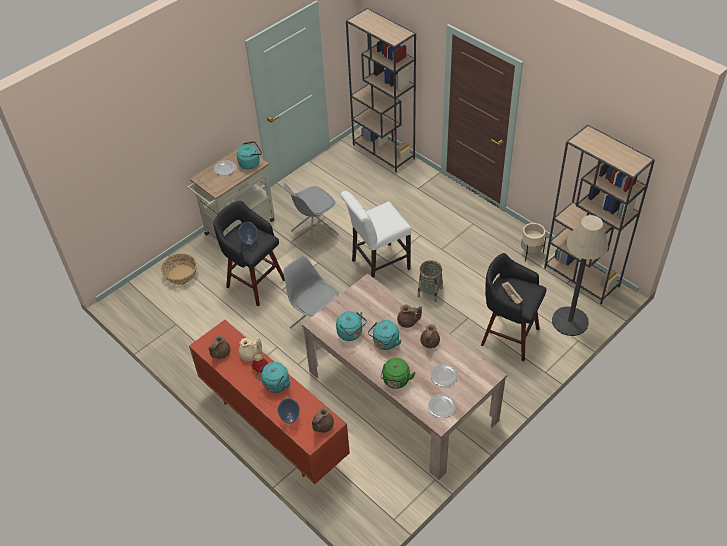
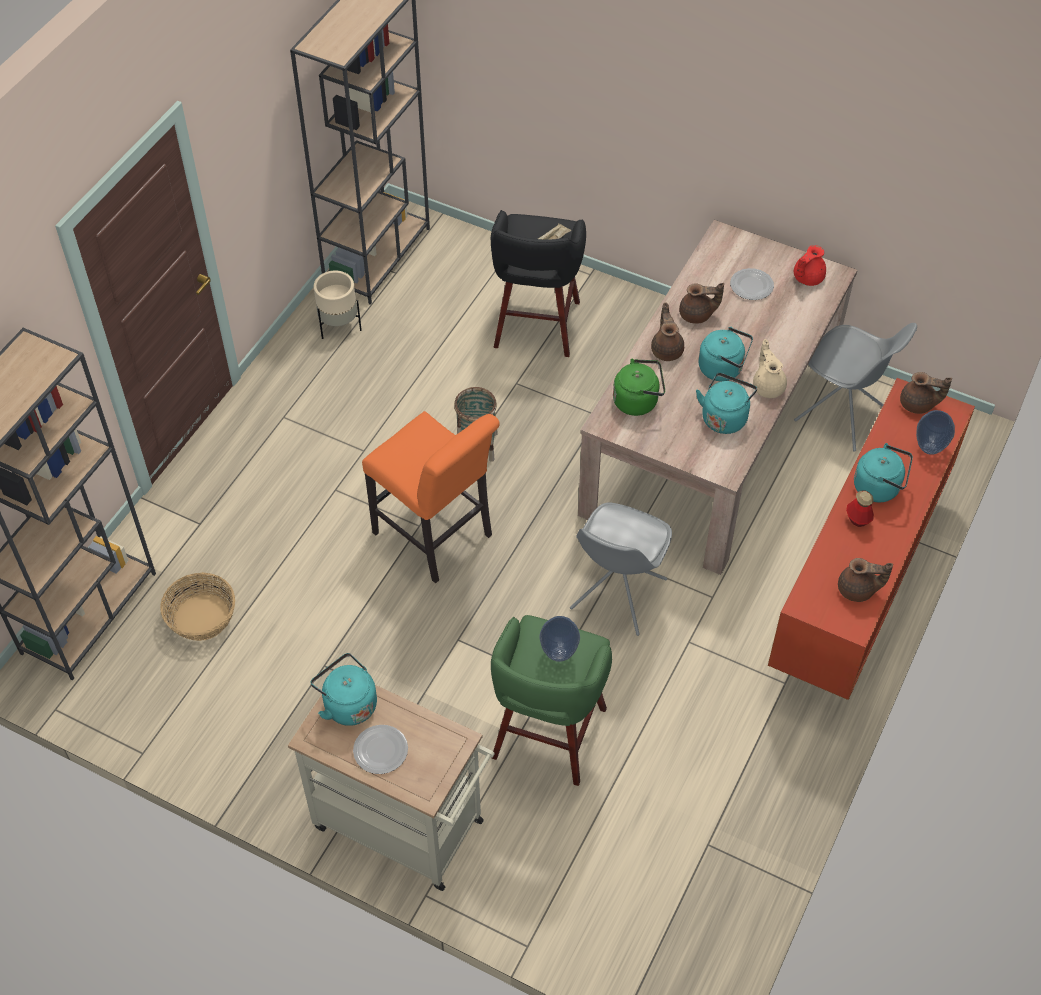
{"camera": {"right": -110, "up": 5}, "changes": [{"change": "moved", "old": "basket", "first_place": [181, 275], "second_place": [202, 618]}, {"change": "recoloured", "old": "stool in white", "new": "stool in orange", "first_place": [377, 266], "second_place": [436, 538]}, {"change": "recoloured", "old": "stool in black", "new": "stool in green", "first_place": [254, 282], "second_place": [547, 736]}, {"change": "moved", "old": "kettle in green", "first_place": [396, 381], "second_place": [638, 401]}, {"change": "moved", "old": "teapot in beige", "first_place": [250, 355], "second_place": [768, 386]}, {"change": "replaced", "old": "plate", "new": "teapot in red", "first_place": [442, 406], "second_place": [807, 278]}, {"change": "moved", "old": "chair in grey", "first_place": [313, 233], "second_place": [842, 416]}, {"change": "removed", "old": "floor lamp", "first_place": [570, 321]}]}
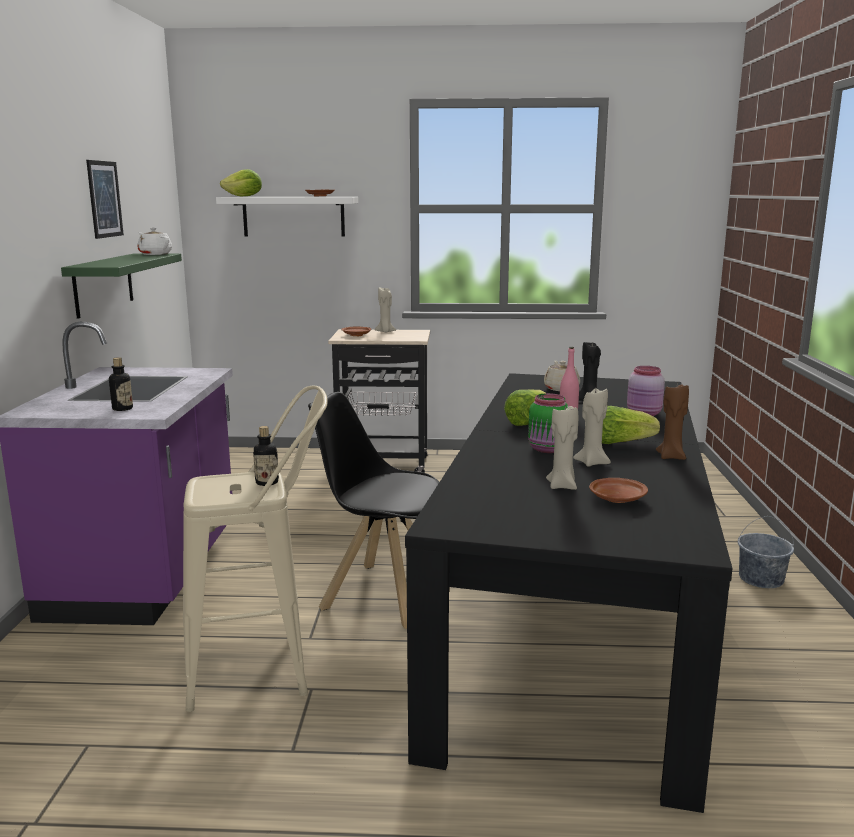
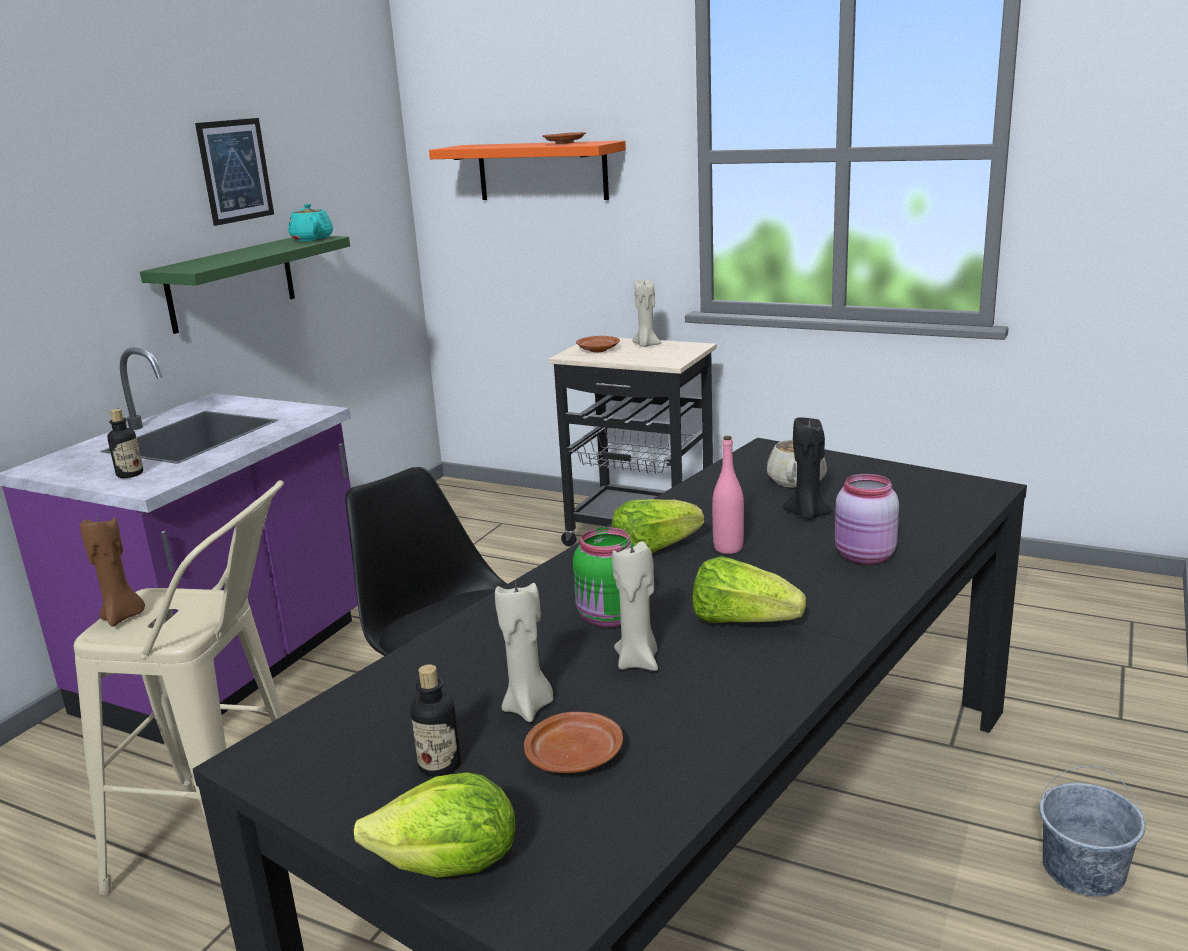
{"camera": {"right": 25, "up": 5}, "changes": [{"change": "moved", "old": "candle in brown", "first_place": [671, 457], "second_place": [123, 617]}, {"change": "recoloured", "old": "teapot in white", "new": "teapot in turquoise", "first_place": [155, 254], "second_place": [312, 239]}, {"change": "moved", "old": "lettuce", "first_place": [244, 196], "second_place": [449, 867]}, {"change": "moved", "old": "bottle", "first_place": [267, 482], "second_place": [439, 765]}, {"change": "recoloured", "old": "shelf in white", "new": "shelf in orange", "first_place": [293, 216], "second_place": [542, 171]}]}
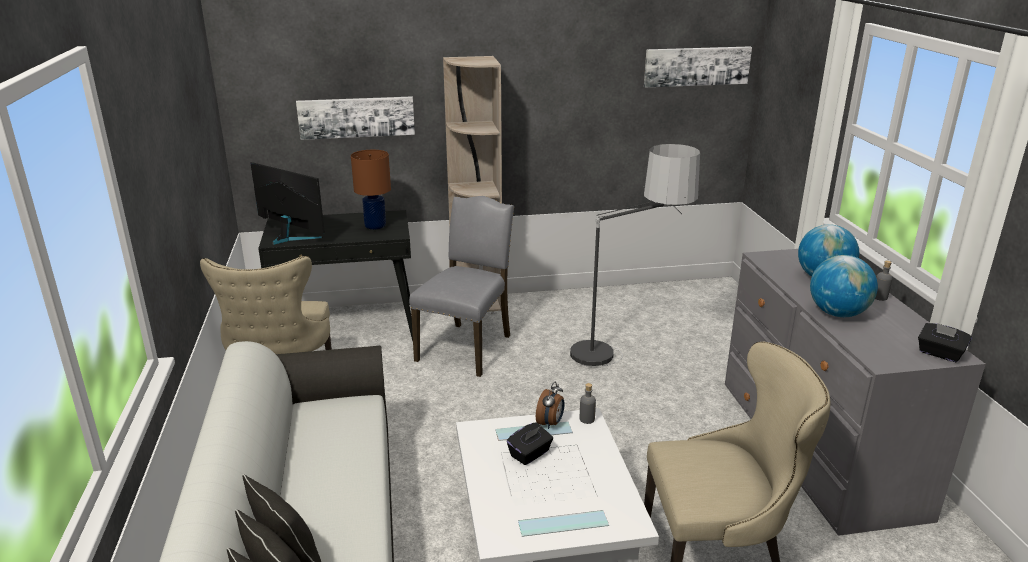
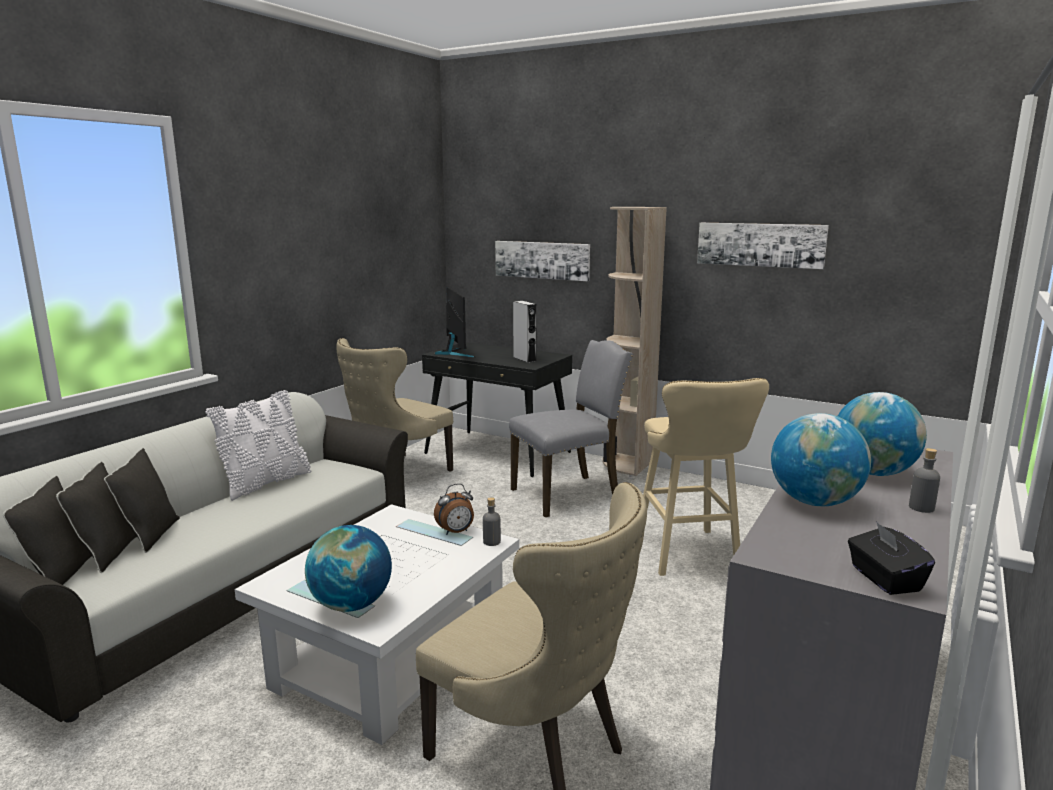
{"camera": {"right": 40, "up": -10}, "changes": [{"change": "added", "new": "pillow in white", "second_place": [265, 483]}, {"change": "added", "new": "globe", "second_place": [351, 605]}, {"change": "replaced", "old": "table lamp in brown", "new": "speaker in grey", "first_place": [375, 227], "second_place": [524, 359]}, {"change": "replaced", "old": "floor lamp", "new": "stool in beige", "first_place": [621, 368], "second_place": [690, 558]}, {"change": "moved", "old": "picture", "first_place": [696, 66], "second_place": [760, 244]}, {"change": "removed", "old": "tissue box in black", "first_place": [530, 454]}]}
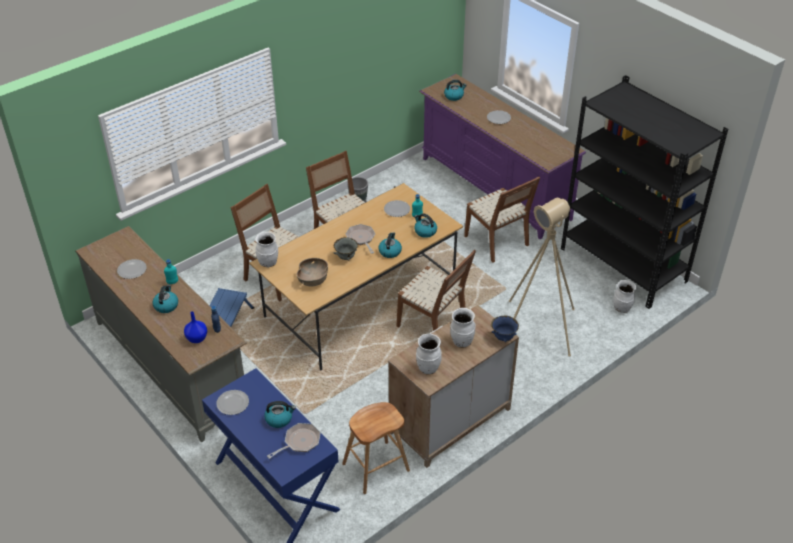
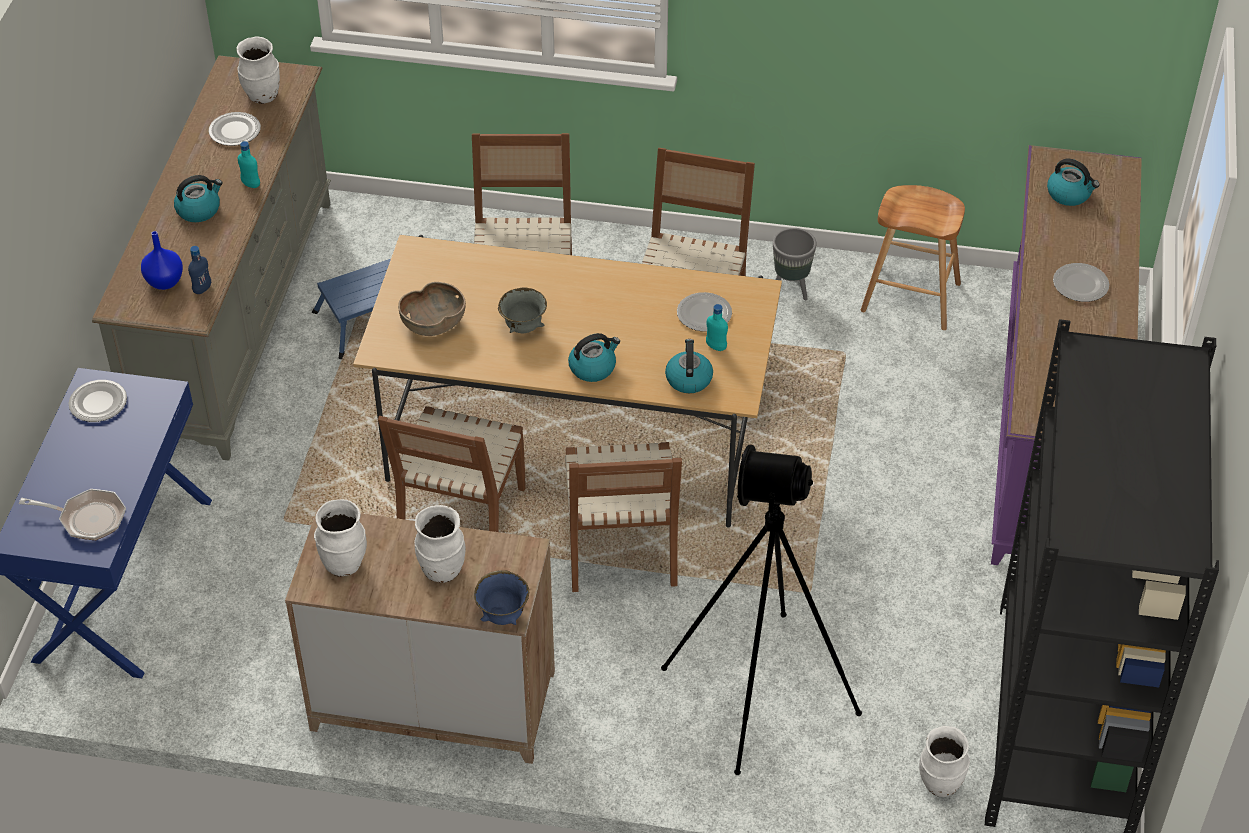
{"camera": {"right": 50, "up": 5}, "changes": [{"change": "moved", "old": "vase in white", "first_place": [268, 263], "second_place": [262, 96]}, {"change": "moved", "old": "chair", "first_place": [497, 243], "second_place": [460, 522]}, {"change": "recoloured", "old": "floor lamp in beige", "new": "floor lamp in black", "first_place": [538, 328], "second_place": [759, 692]}, {"change": "moved", "old": "stool in brown", "first_place": [375, 467], "second_place": [910, 297]}, {"change": "removed", "old": "kettle", "first_place": [279, 419]}, {"change": "removed", "old": "frying pan", "first_place": [361, 239]}]}
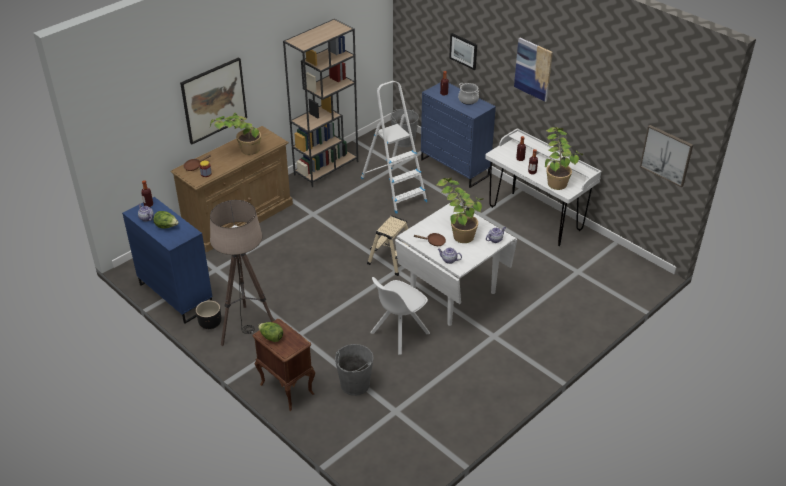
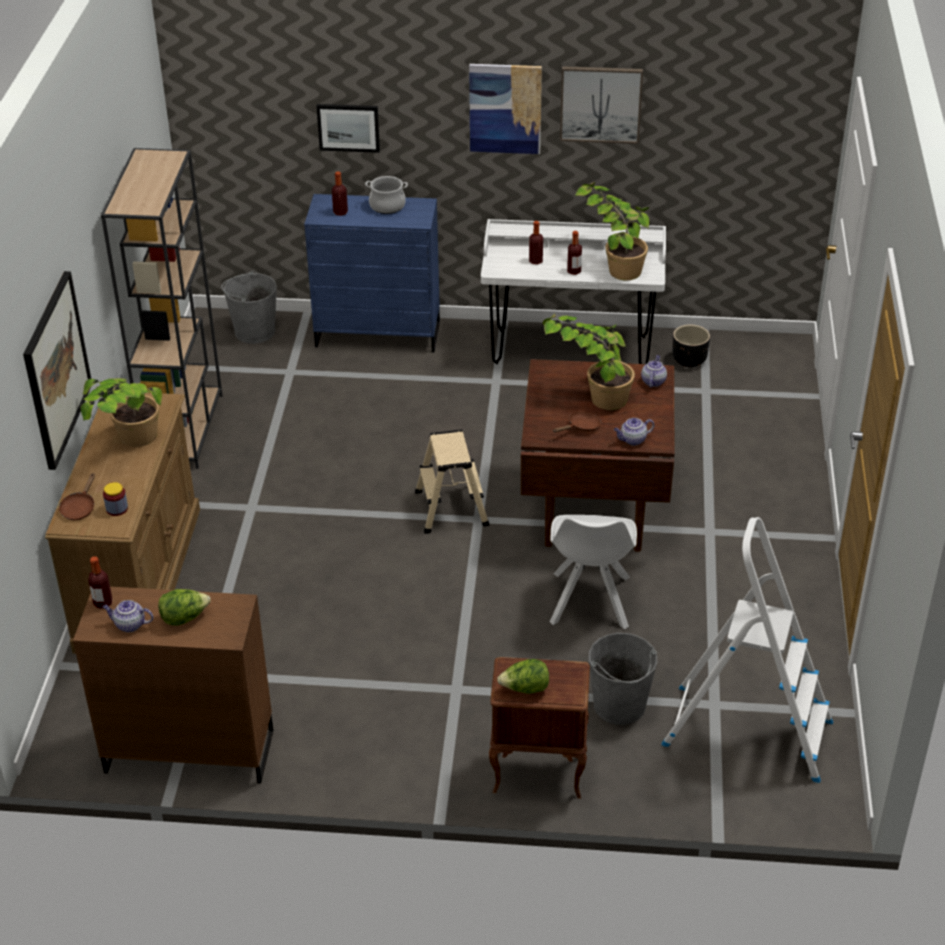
{"camera": {"right": -40, "up": 0}, "changes": [{"change": "recoloured", "old": "dresser in blue", "new": "dresser in brown", "first_place": [175, 296], "second_place": [188, 752]}, {"change": "recoloured", "old": "dining table in white", "new": "dining table in brown", "first_place": [452, 295], "second_place": [593, 509]}, {"change": "moved", "old": "picture", "first_place": [666, 155], "second_place": [600, 104]}, {"change": "moved", "old": "step ladder in white", "first_place": [393, 190], "second_place": [749, 733]}, {"change": "moved", "old": "planter in black", "first_place": [210, 324], "second_place": [689, 361]}, {"change": "removed", "old": "floor lamp", "first_place": [248, 328]}]}
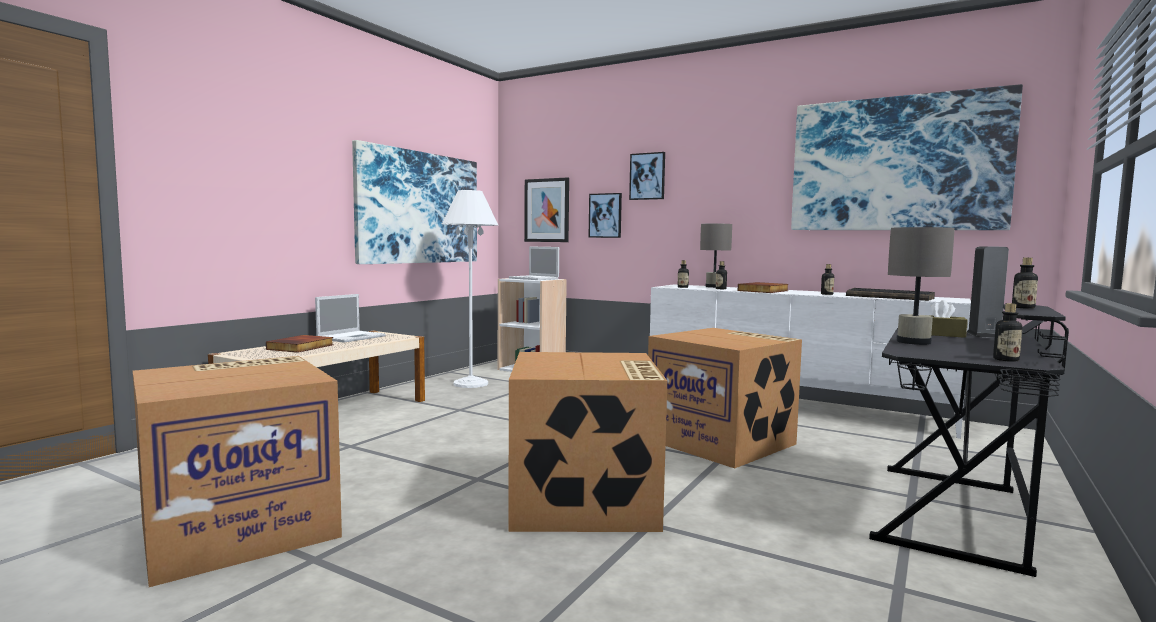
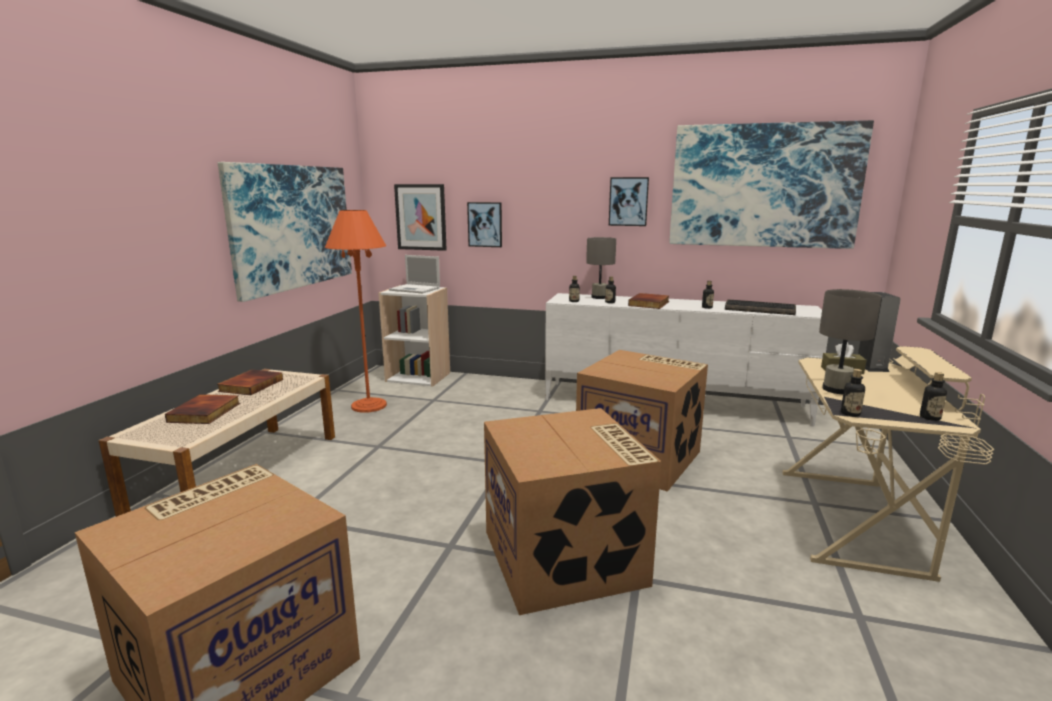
{"camera": {"right": -15, "up": 10}, "changes": [{"change": "replaced", "old": "laptop", "new": "book", "first_place": [352, 337], "second_place": [250, 385]}, {"change": "recoloured", "old": "floor lamp in white", "new": "floor lamp in orange", "first_place": [471, 383], "second_place": [369, 405]}, {"change": "moved", "old": "picture", "first_place": [647, 176], "second_place": [628, 201]}, {"change": "recoloured", "old": "desk in black", "new": "desk in beige", "first_place": [956, 515], "second_place": [855, 520]}, {"change": "moved", "old": "bottle", "first_place": [1023, 307], "second_place": [850, 413]}]}
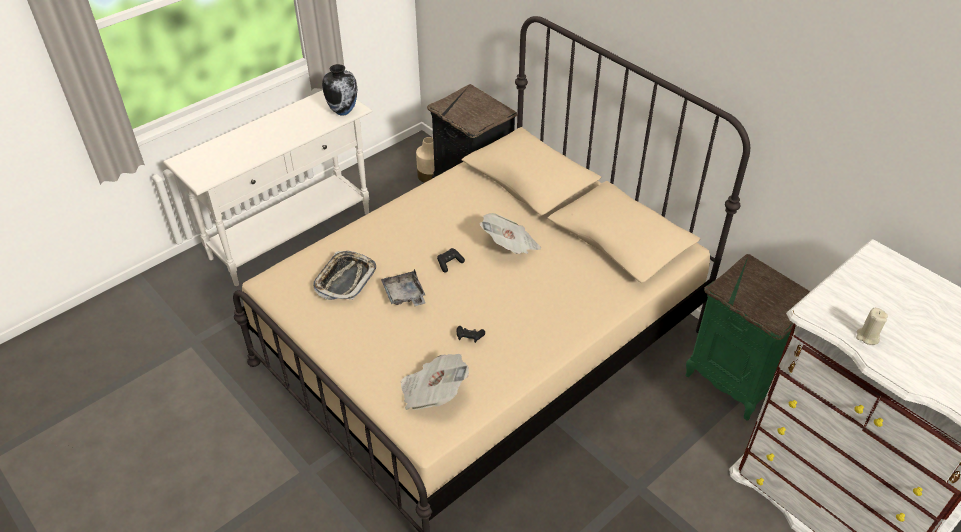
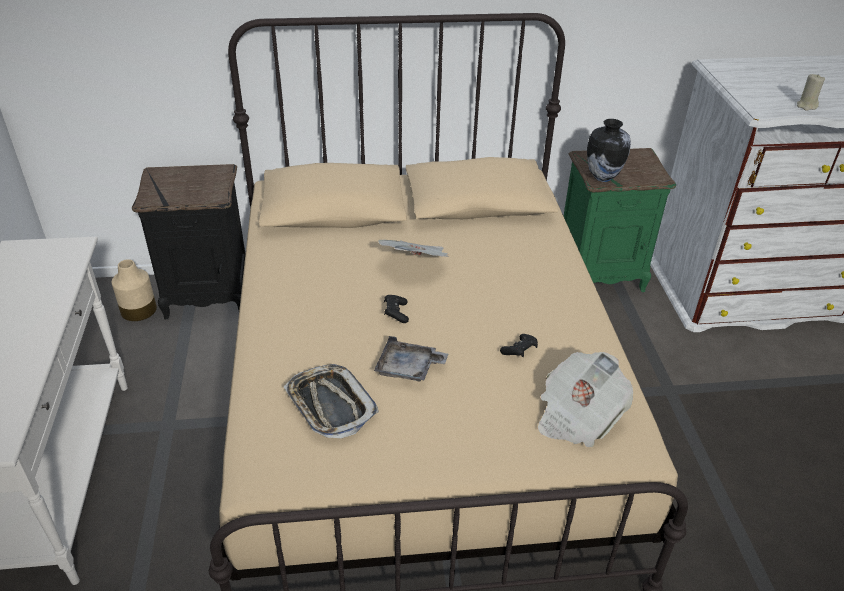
{"camera": {"right": -55, "up": -5}, "changes": [{"change": "moved", "old": "vase", "first_place": [343, 111], "second_place": [602, 177]}]}
